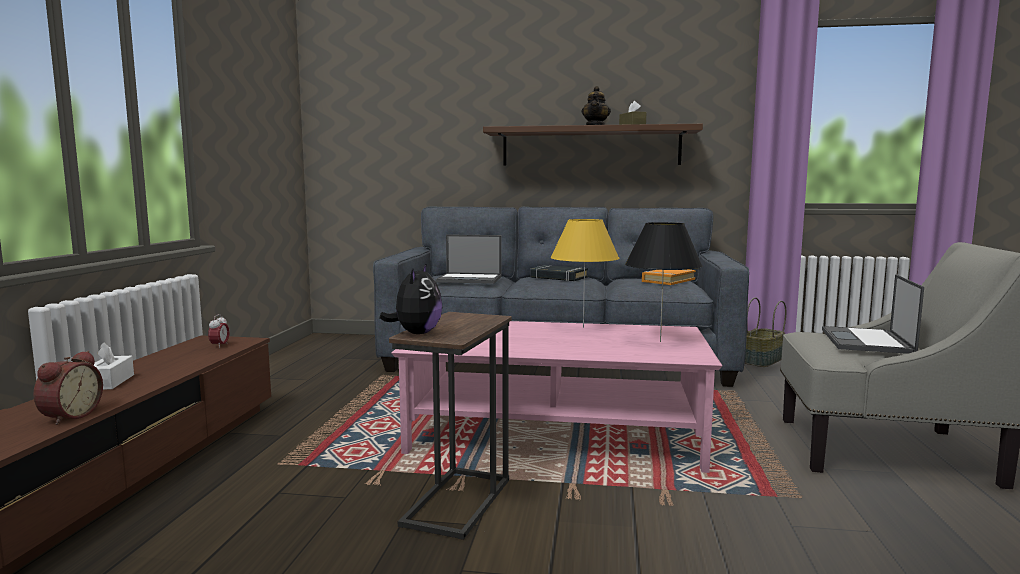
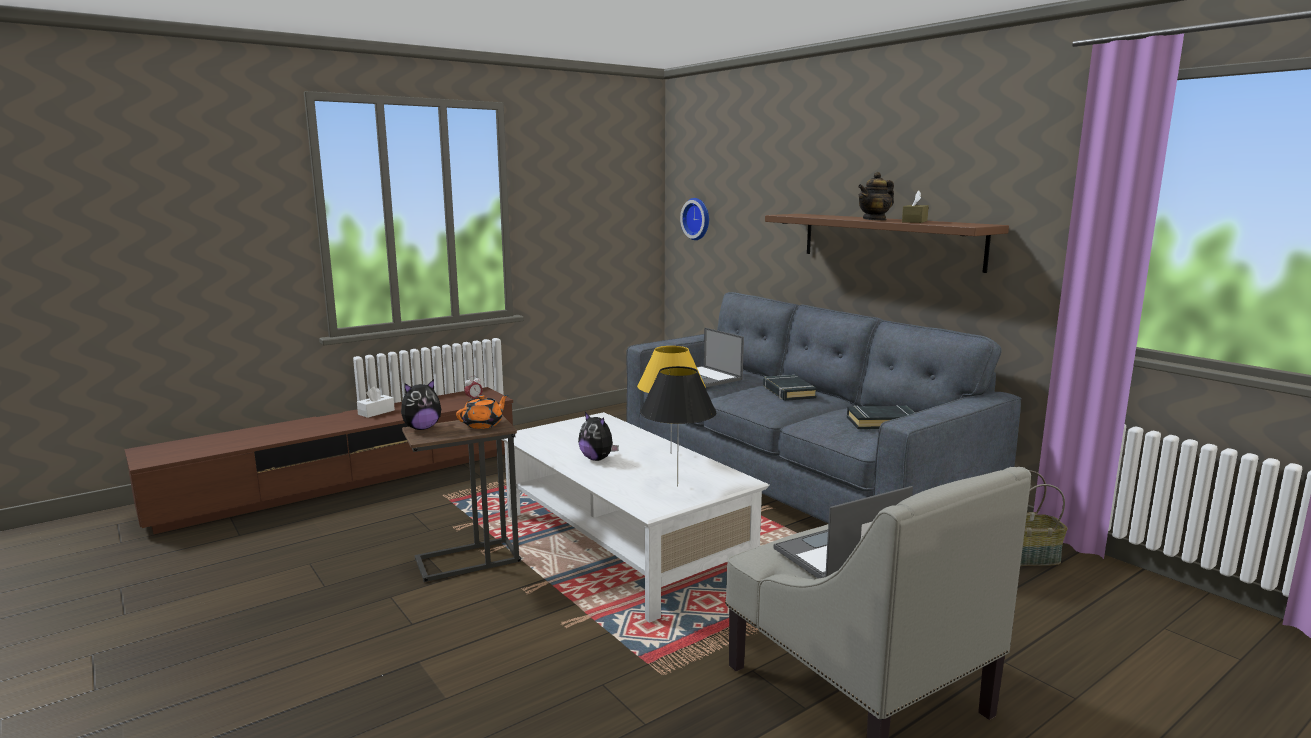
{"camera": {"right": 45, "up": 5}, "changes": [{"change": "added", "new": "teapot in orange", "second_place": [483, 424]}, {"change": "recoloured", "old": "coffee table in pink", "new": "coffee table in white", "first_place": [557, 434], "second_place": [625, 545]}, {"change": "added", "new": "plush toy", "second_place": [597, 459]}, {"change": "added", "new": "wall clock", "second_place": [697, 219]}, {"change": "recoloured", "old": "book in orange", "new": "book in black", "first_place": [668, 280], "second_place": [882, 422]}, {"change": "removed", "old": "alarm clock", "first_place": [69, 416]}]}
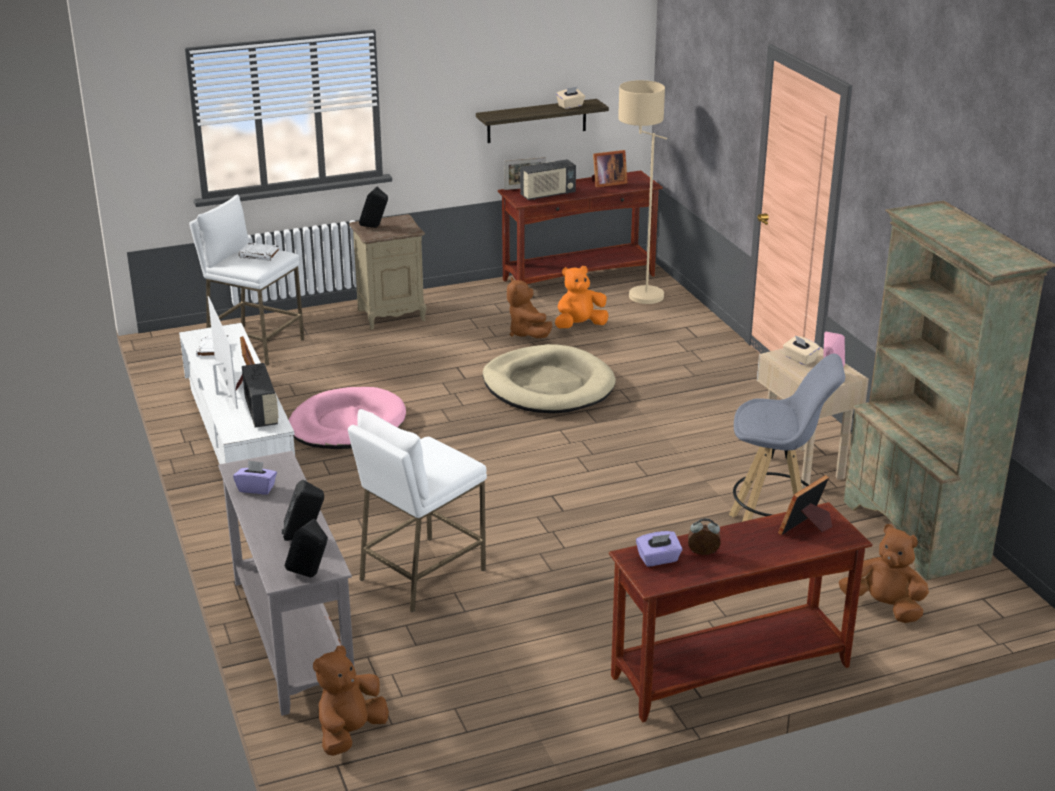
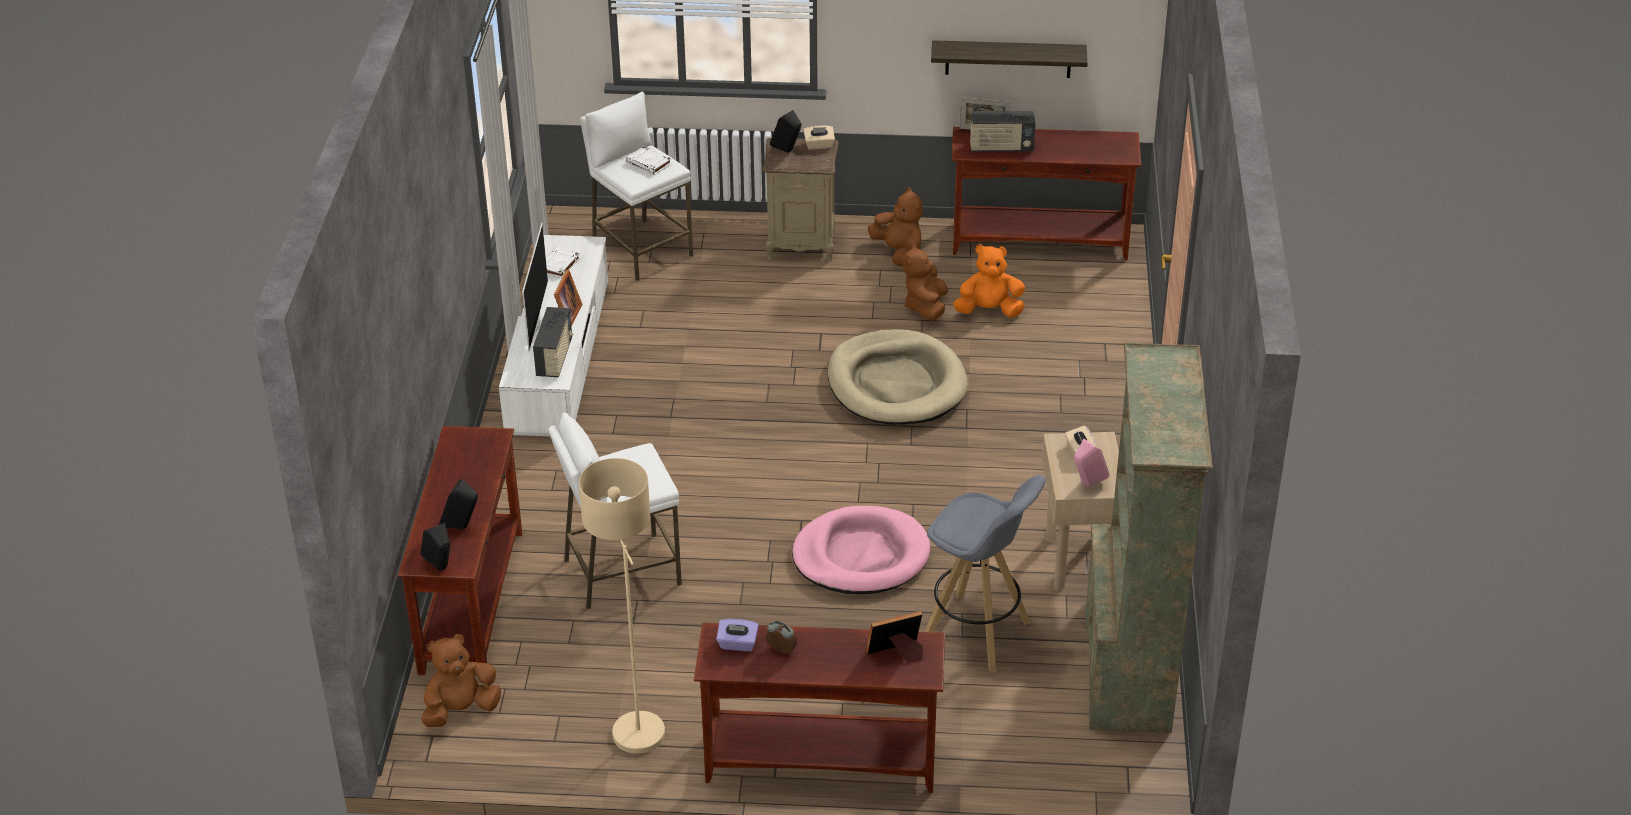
{"camera": {"right": 25, "up": 10}, "changes": [{"change": "recoloured", "old": "console table in grey", "new": "console table in brown", "first_place": [291, 637], "second_place": [471, 601]}, {"change": "moved", "old": "floor lamp in beige", "first_place": [638, 293], "second_place": [634, 723]}, {"change": "moved", "old": "dog bed in pink", "first_place": [347, 424], "second_place": [861, 556]}, {"change": "moved", "old": "tissue box in beige", "first_place": [570, 106], "second_place": [819, 145]}, {"change": "moved", "old": "plush toy in brown", "first_place": [884, 607], "second_place": [898, 253]}, {"change": "removed", "old": "tissue box in purple", "first_place": [256, 488]}, {"change": "removed", "old": "picture frame", "first_place": [607, 183]}]}
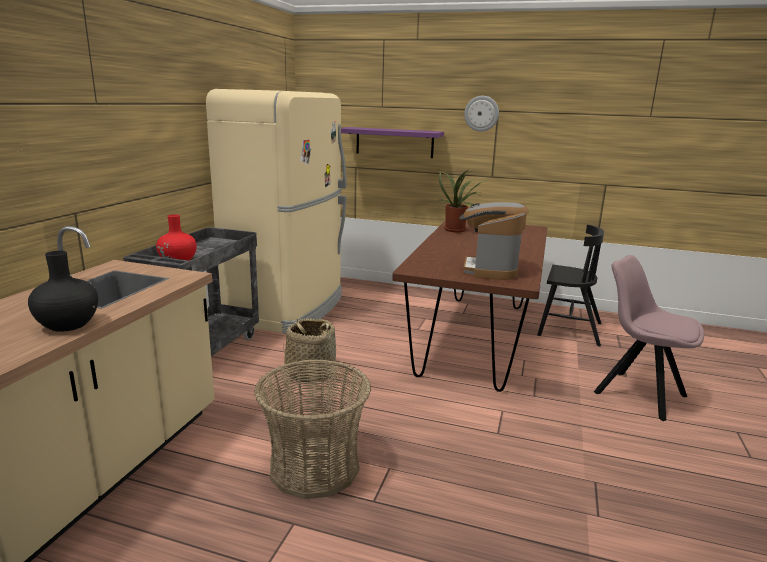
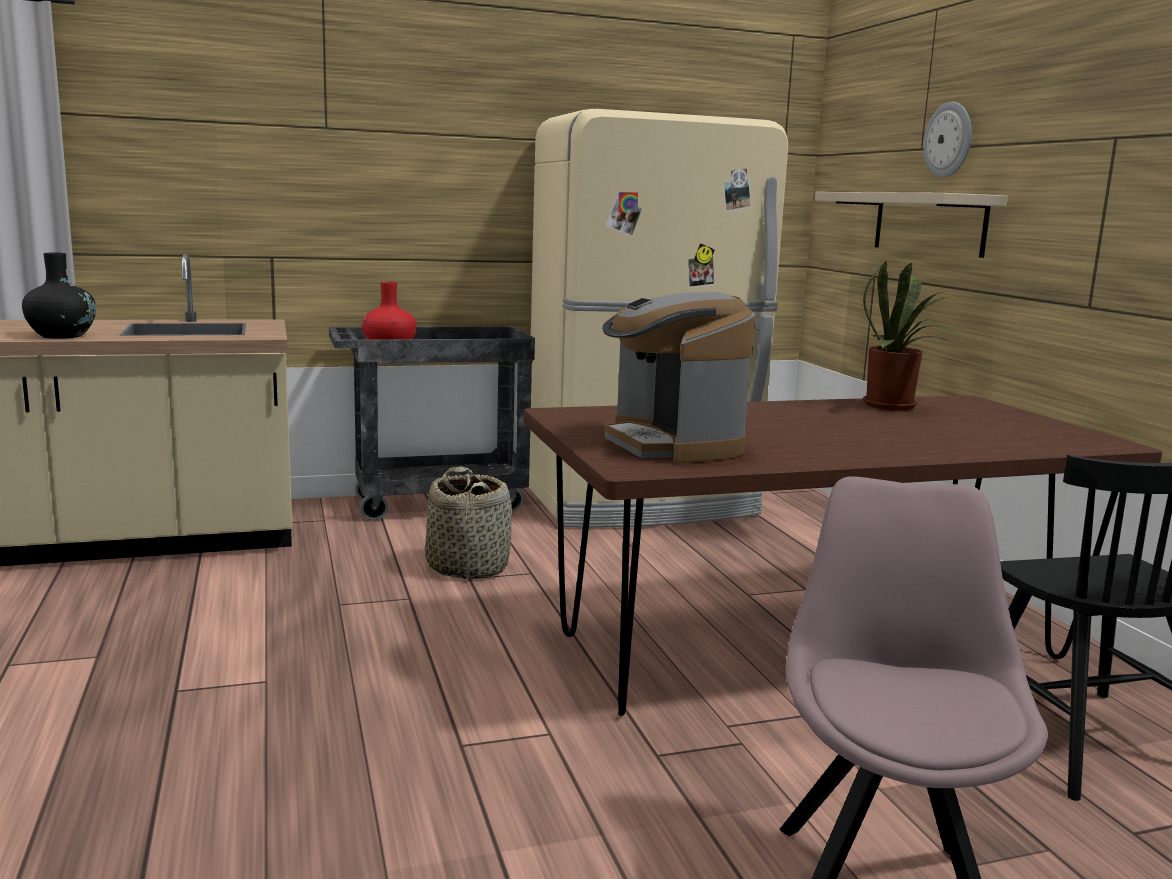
{"camera": {"right": 55, "up": -5}, "changes": [{"change": "turned", "old": "coffee machine", "first_place": [489, 270], "second_place": [672, 445], "degrees": -90}, {"change": "recoloured", "old": "shelf in purple", "new": "shelf in beige", "first_place": [394, 142], "second_place": [928, 223]}, {"change": "moved", "old": "wall clock", "first_place": [481, 113], "second_place": [949, 140]}, {"change": "removed", "old": "basket", "first_place": [314, 467]}]}
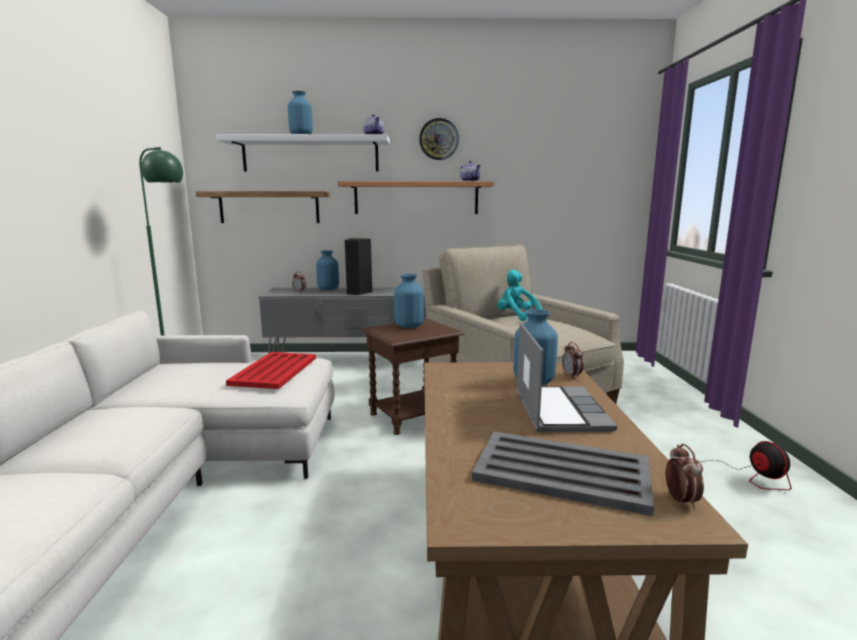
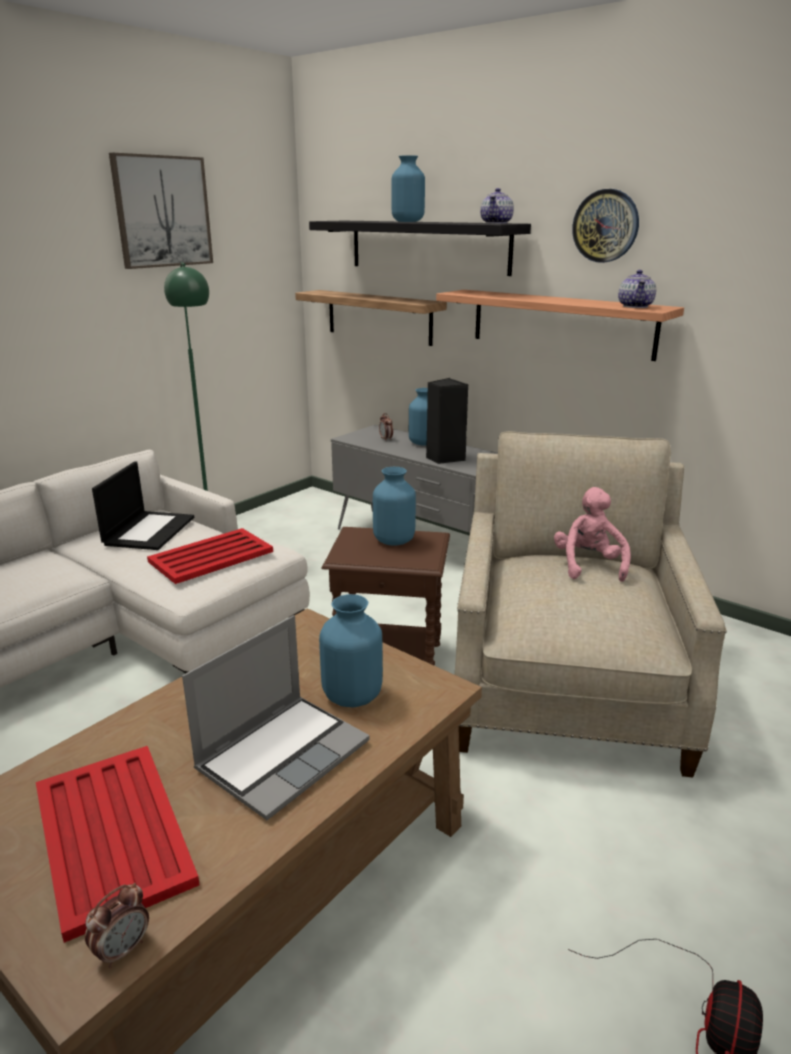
{"camera": {"right": 40, "up": 10}, "changes": [{"change": "recoloured", "old": "tray in grey", "new": "tray in red", "first_place": [564, 472], "second_place": [112, 836]}, {"change": "added", "new": "laptop", "second_place": [149, 530]}, {"change": "added", "new": "picture", "second_place": [162, 212]}, {"change": "recoloured", "old": "shelf in white", "new": "shelf in black", "first_place": [310, 155], "second_place": [428, 246]}, {"change": "recoloured", "old": "plush toy in turquoise", "new": "plush toy in pink", "first_place": [517, 316], "second_place": [588, 565]}, {"change": "removed", "old": "alarm clock", "first_place": [571, 376]}]}
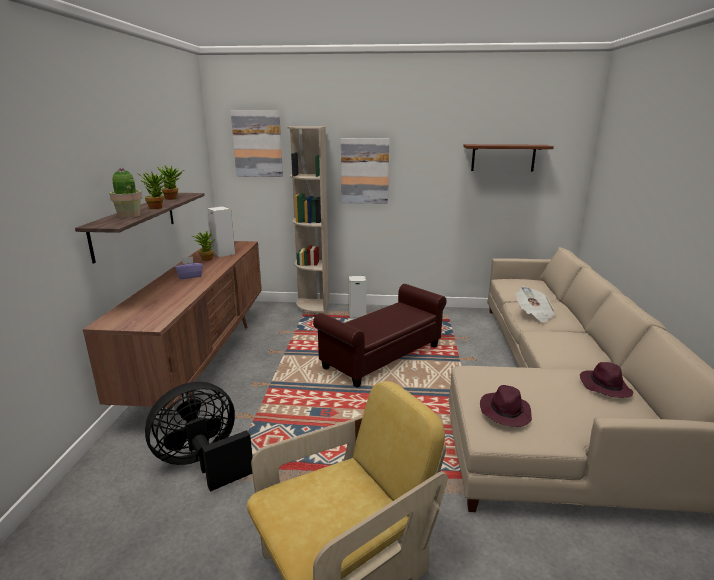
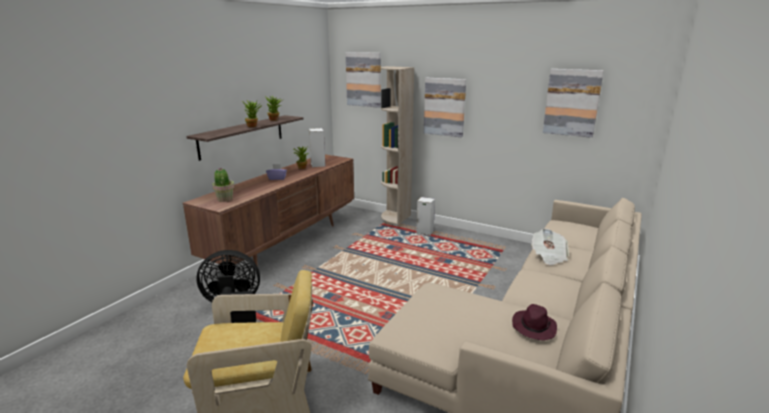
{"camera": {"right": 25, "up": 0}, "changes": [{"change": "moved", "old": "potted plant", "first_place": [129, 215], "second_place": [225, 199]}, {"change": "replaced", "old": "shelf in brown", "new": "picture", "first_place": [503, 157], "second_place": [572, 102]}, {"change": "removed", "old": "ottoman in brown", "first_place": [382, 357]}, {"change": "removed", "old": "hat in purple", "first_place": [505, 412]}]}
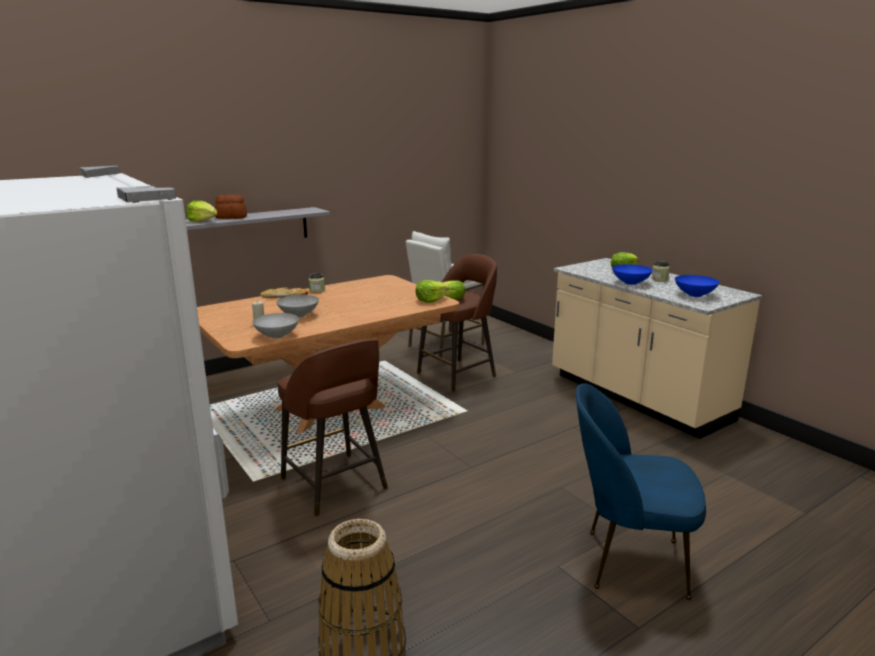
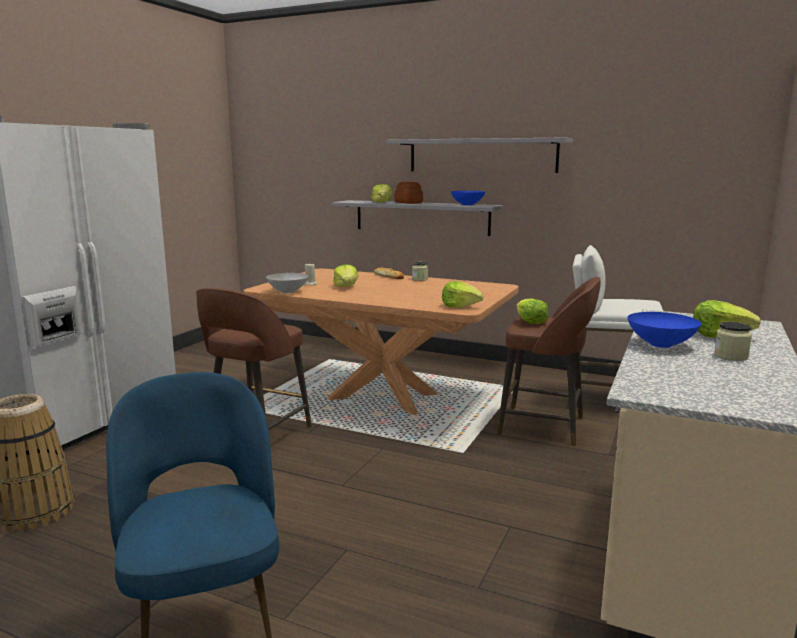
{"camera": {"right": 60, "up": -5}, "changes": [{"change": "replaced", "old": "bowl in grey", "new": "lettuce", "first_place": [299, 315], "second_place": [346, 287]}, {"change": "added", "new": "shelf in grey", "second_place": [481, 155]}, {"change": "moved", "old": "bowl in blue", "first_place": [694, 295], "second_place": [467, 204]}]}
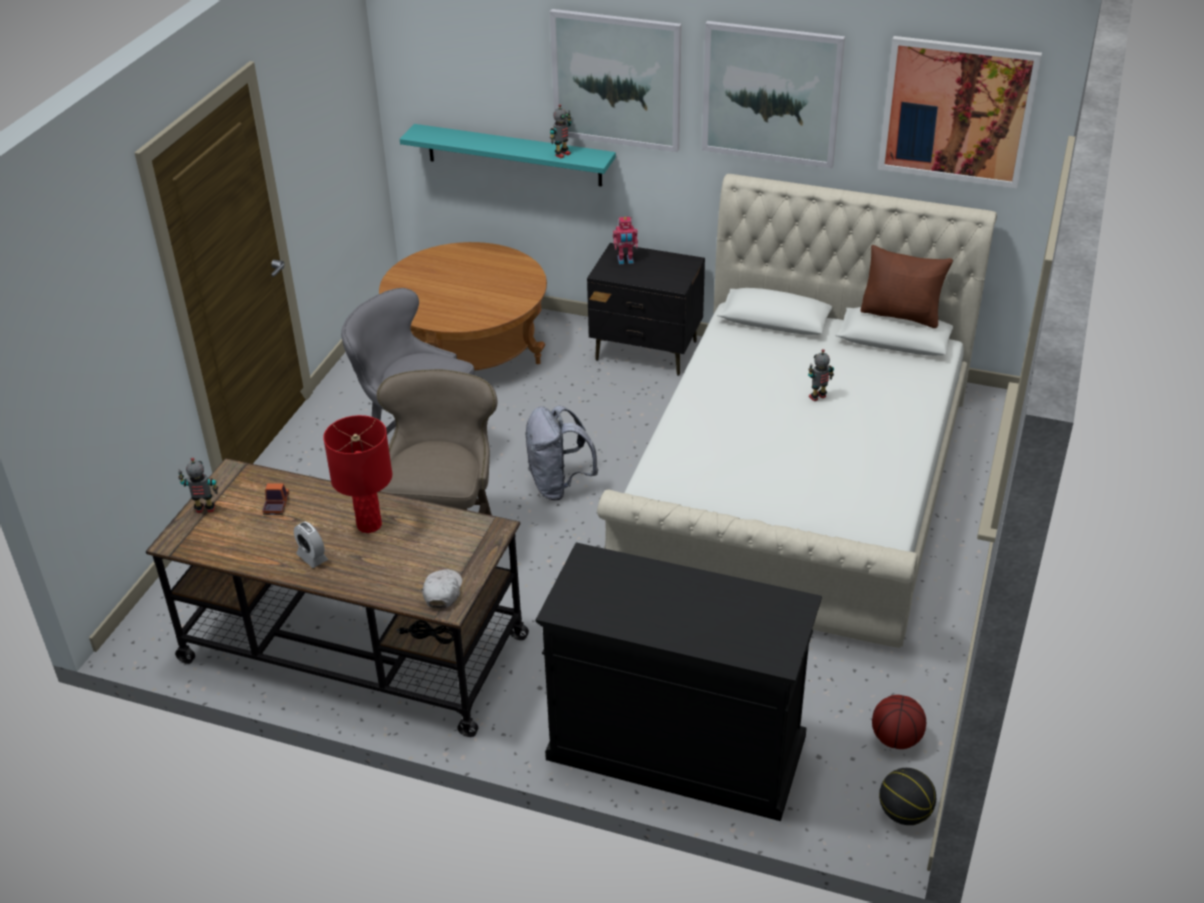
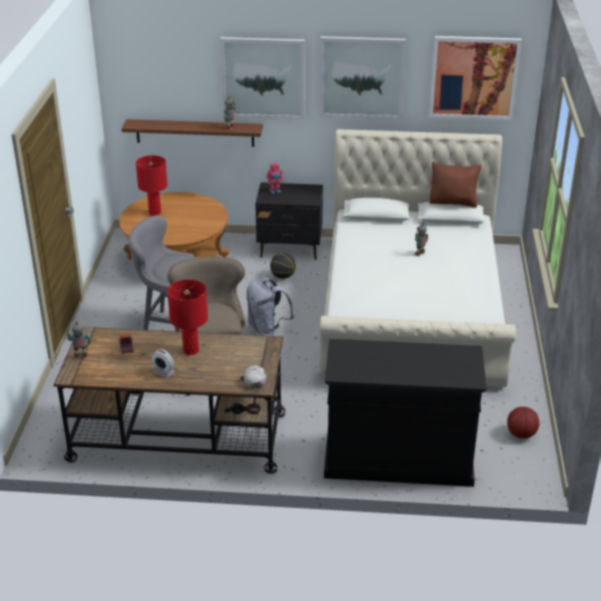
{"camera": {"right": -15, "up": -5}, "changes": [{"change": "recoloured", "old": "shelf in turquoise", "new": "shelf in brown", "first_place": [514, 155], "second_place": [195, 132]}, {"change": "added", "new": "table lamp in red", "second_place": [154, 212]}, {"change": "moved", "old": "basketball", "first_place": [904, 814], "second_place": [283, 276]}]}
